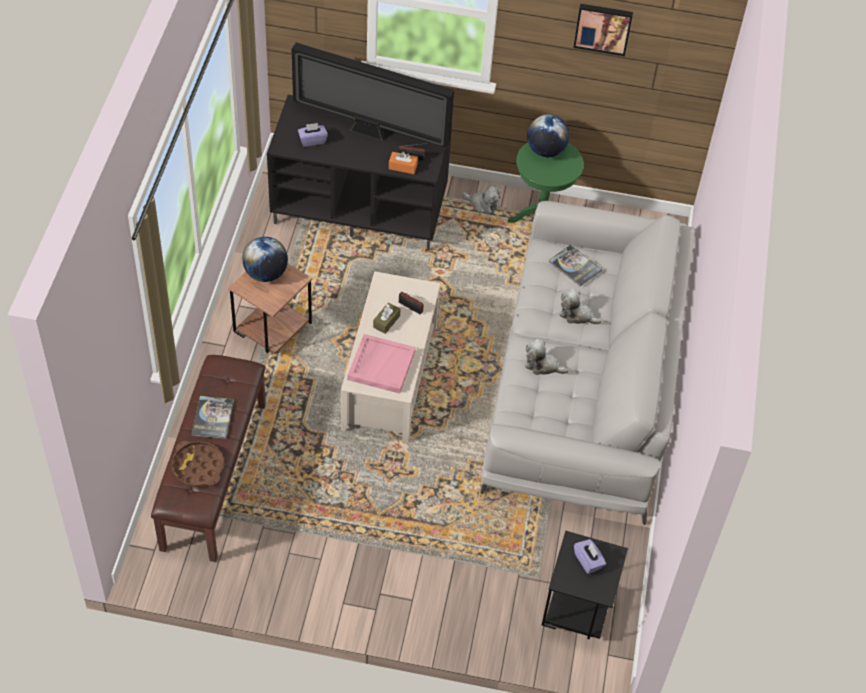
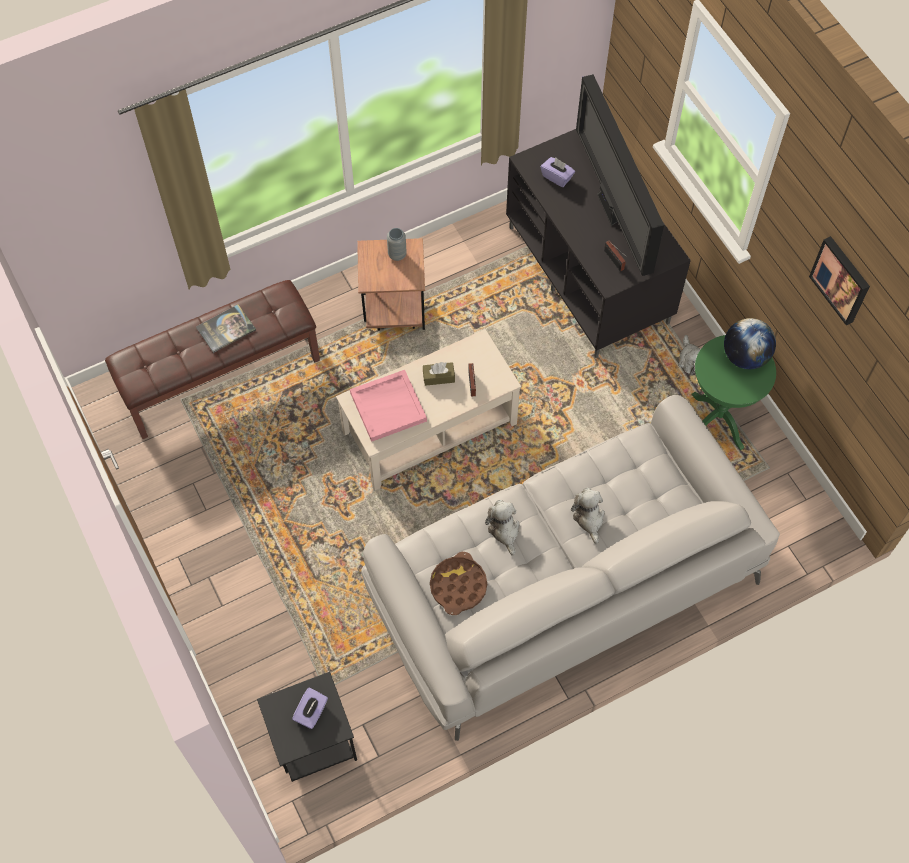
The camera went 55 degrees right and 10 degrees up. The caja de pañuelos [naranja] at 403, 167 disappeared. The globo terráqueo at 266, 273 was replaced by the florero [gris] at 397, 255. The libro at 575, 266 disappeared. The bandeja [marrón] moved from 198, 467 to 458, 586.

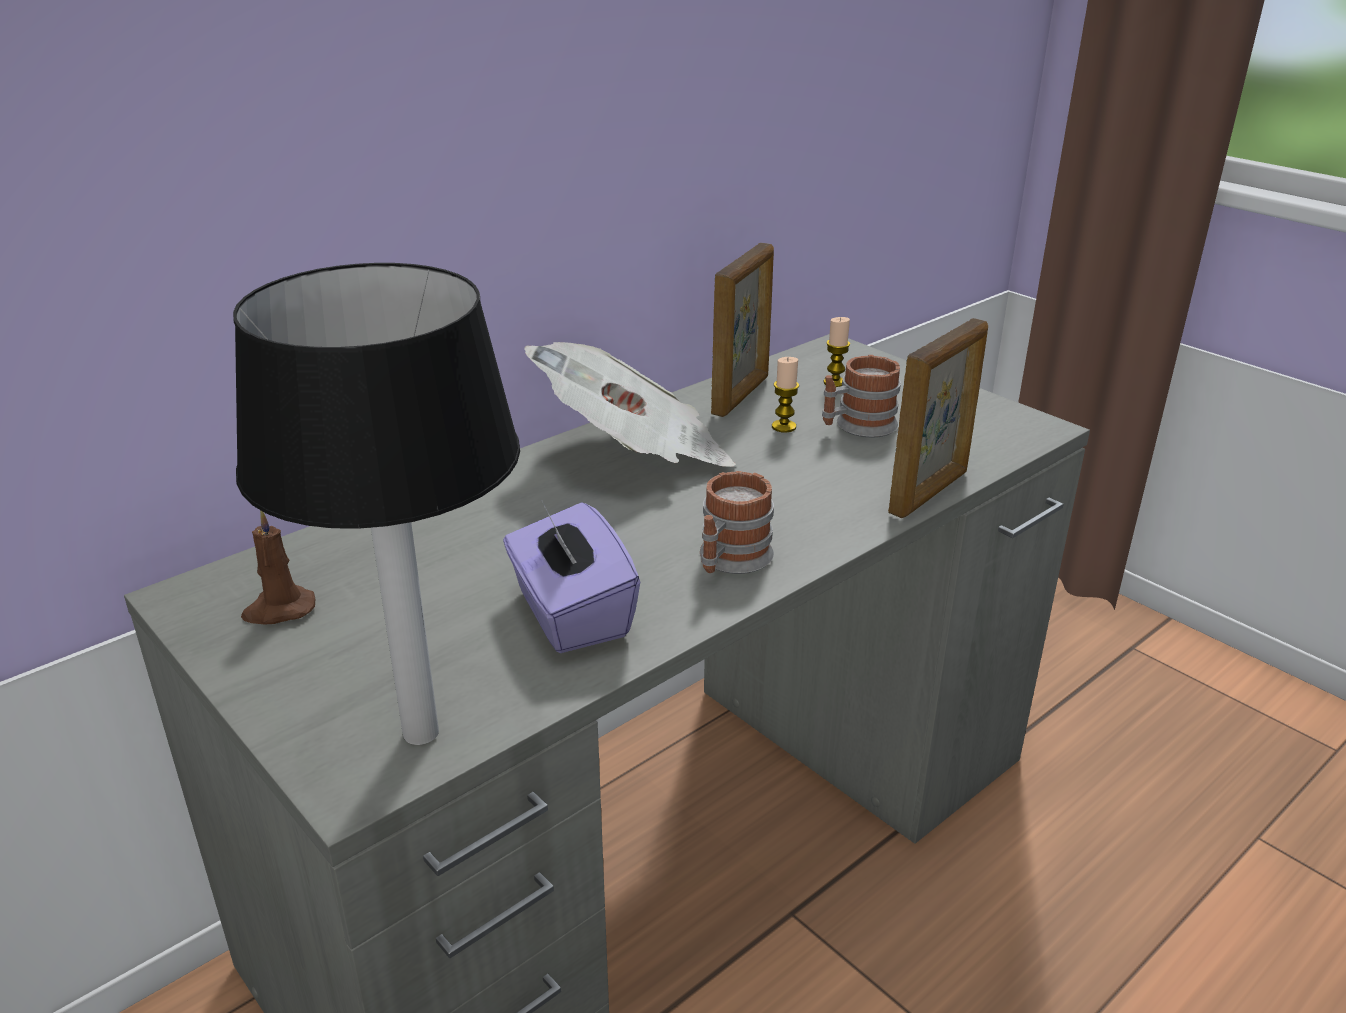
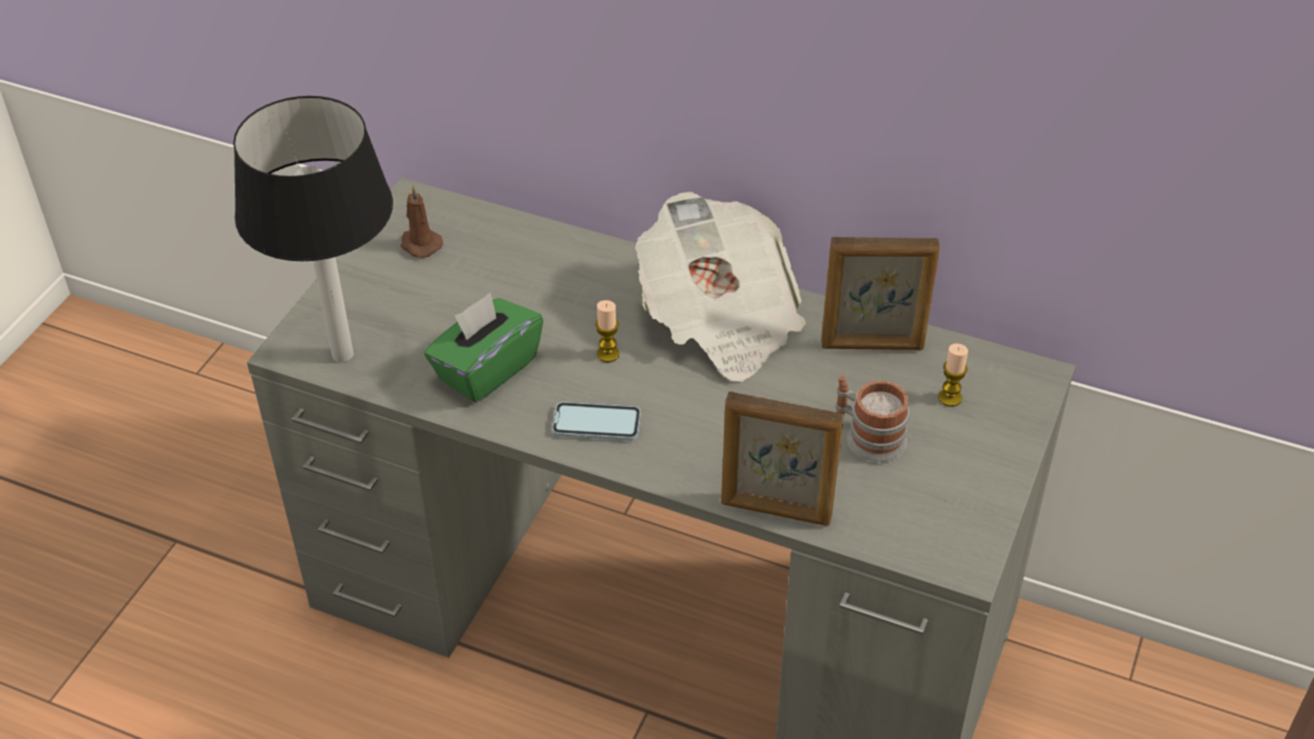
The camera went 65 degrees right and 15 degrees up. The vela moved from 783, 427 to 608, 354. The taza grande at 730, 561 was replaced by the móvil at 596, 424. The caja de pañuelos [morado] at 570, 614 became the caja de pañuelos [verde] at 486, 369.

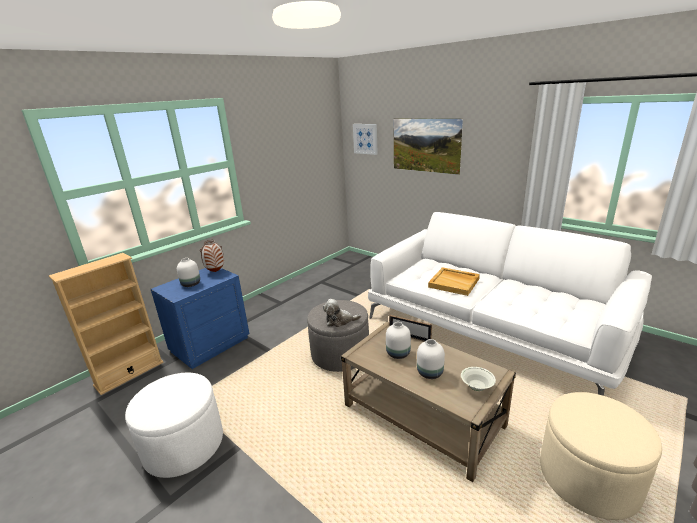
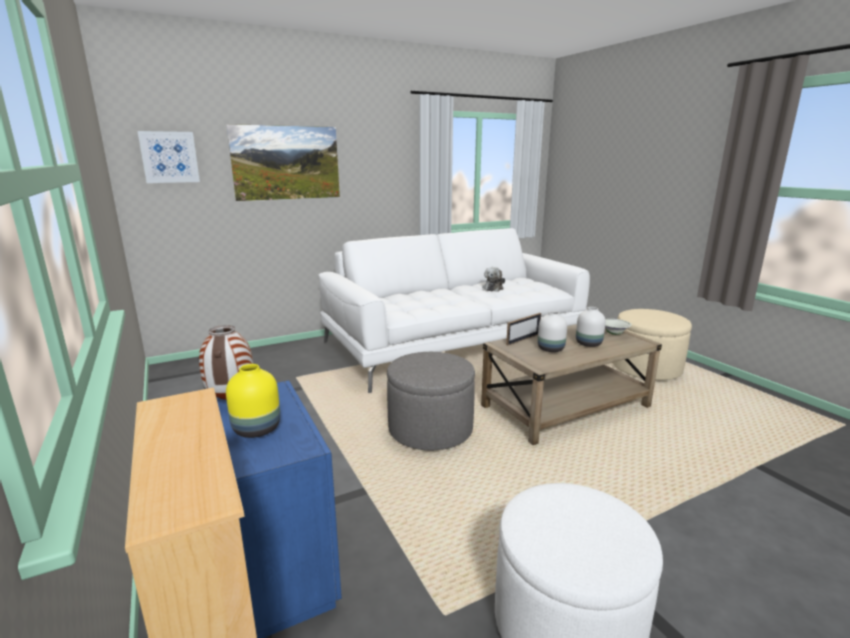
The camera went 70 degrees left and 5 degrees down. The florero [blanco] at 191, 284 became the florero [amarillo] at 258, 429. The bandeja [beis] at 454, 283 disappeared. The peluche moved from 340, 321 to 493, 288.

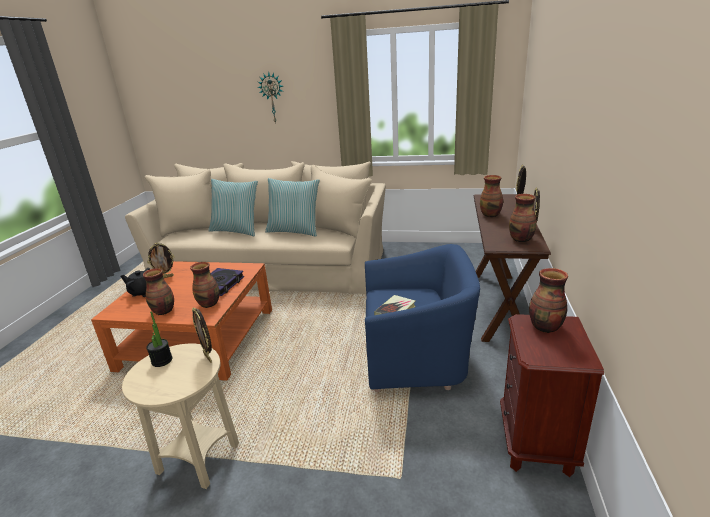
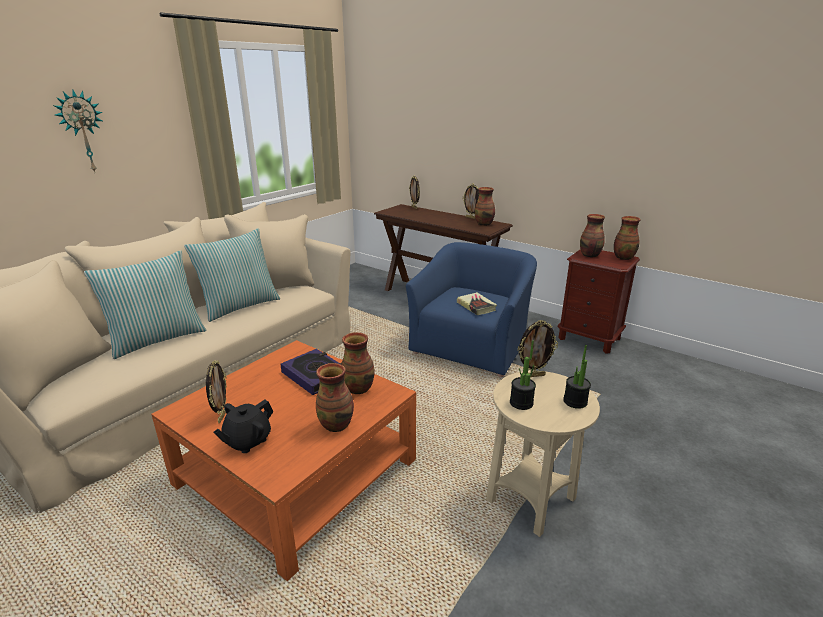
The camera went 65 degrees left and 0 degrees up. The florero moved from 490, 215 to 623, 257. The planta en maceta at 575, 401 appeared.

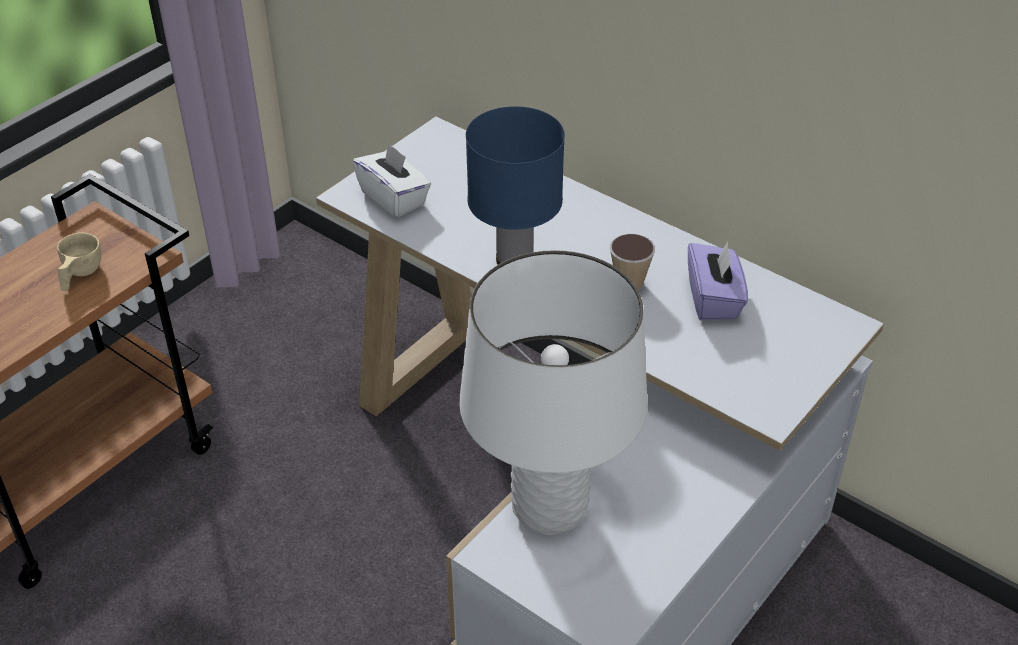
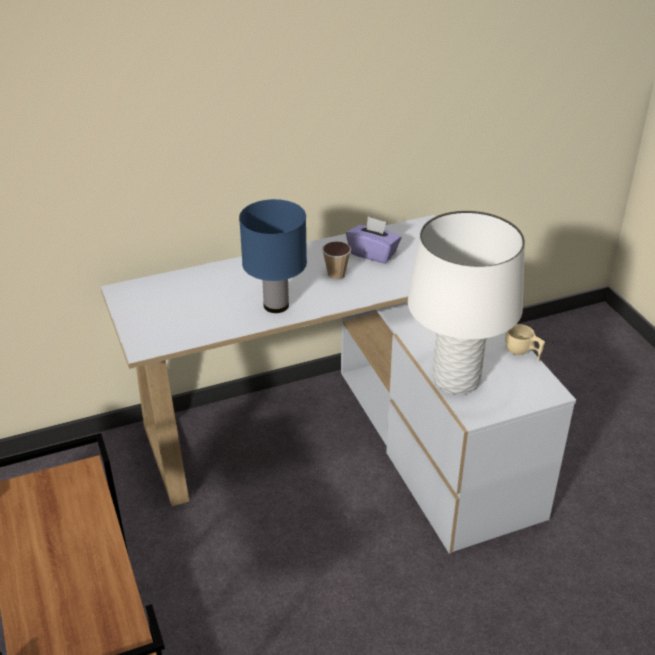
The camera went 60 degrees left and 5 degrees down. The caja de pañuelos [blanco] at 394, 198 disappeared. The taza [beis] moved from 79, 275 to 522, 353.

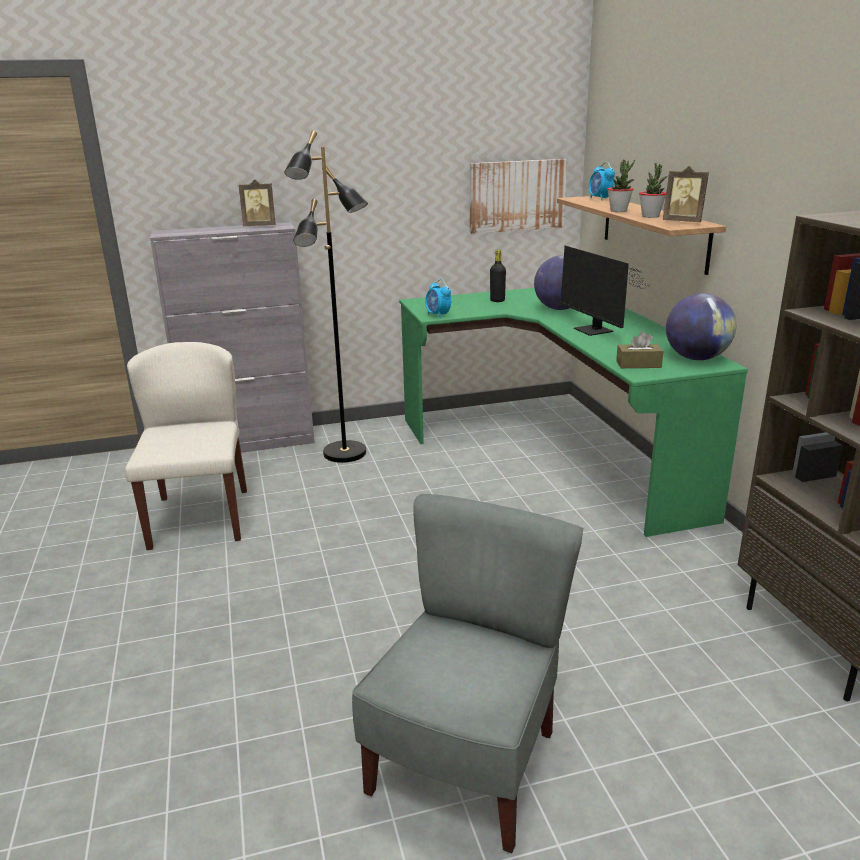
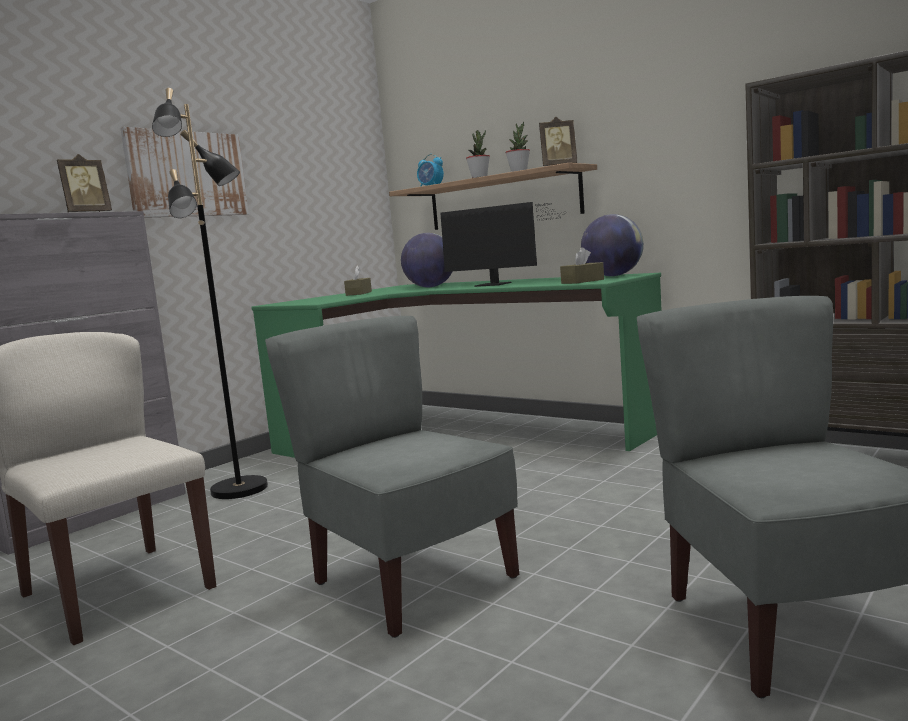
The camera went 35 degrees left and 15 degrees down. The cuadro moved from 517, 196 to 187, 174. The botella [negro] at 497, 300 was replaced by the caja de pañuelos [marrón] at 359, 293. The despertador at 438, 315 disappeared. The silla [gris] at 411, 582 appeared.

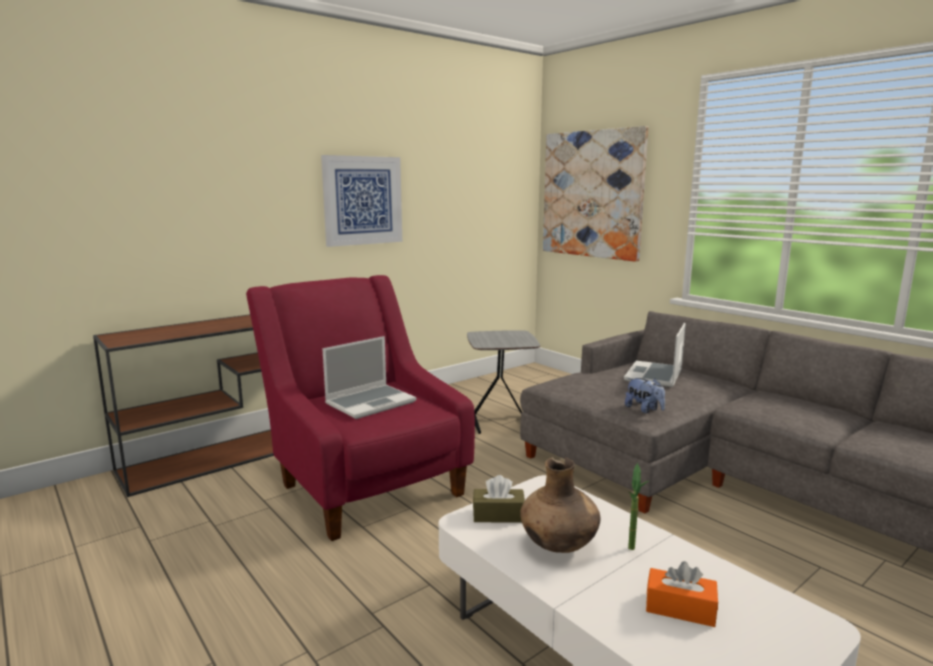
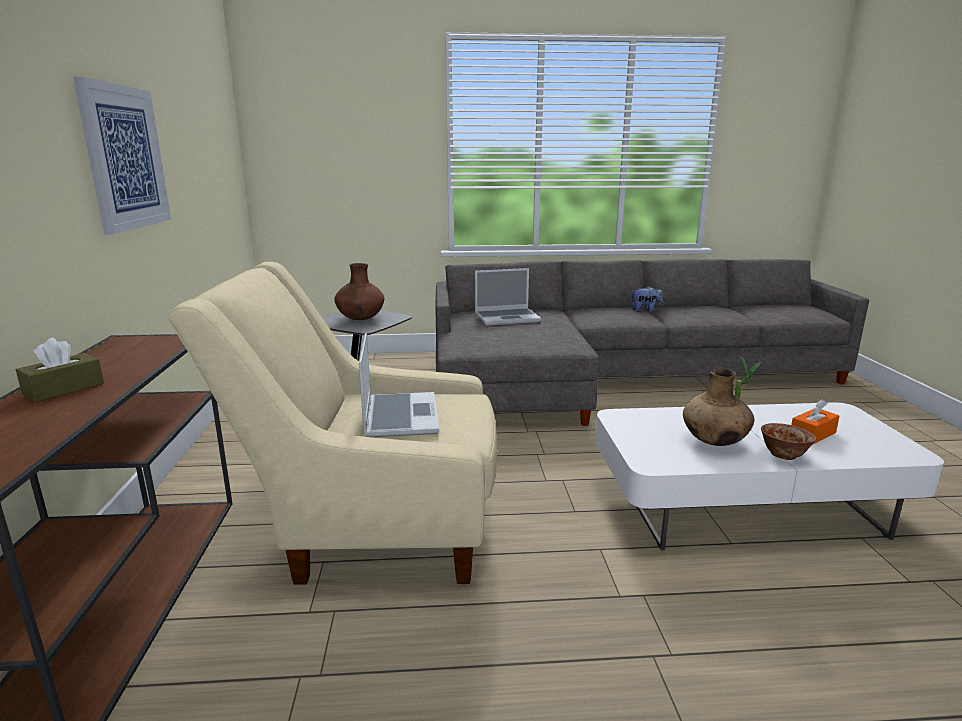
The camera went 55 degrees left and 5 degrees up. The cuadro at 592, 194 disappeared. The sillón [rojo] at 365, 483 became the sillón [beis] at 372, 525. The portátil at 654, 376 turned 75 degrees counterclockwise. The peluche moved from 644, 409 to 645, 310. The caja de pañuelos [marrón] moved from 498, 515 to 64, 389. The florero [marrón] at 360, 319 appeared. The cuenco at 783, 455 appeared.

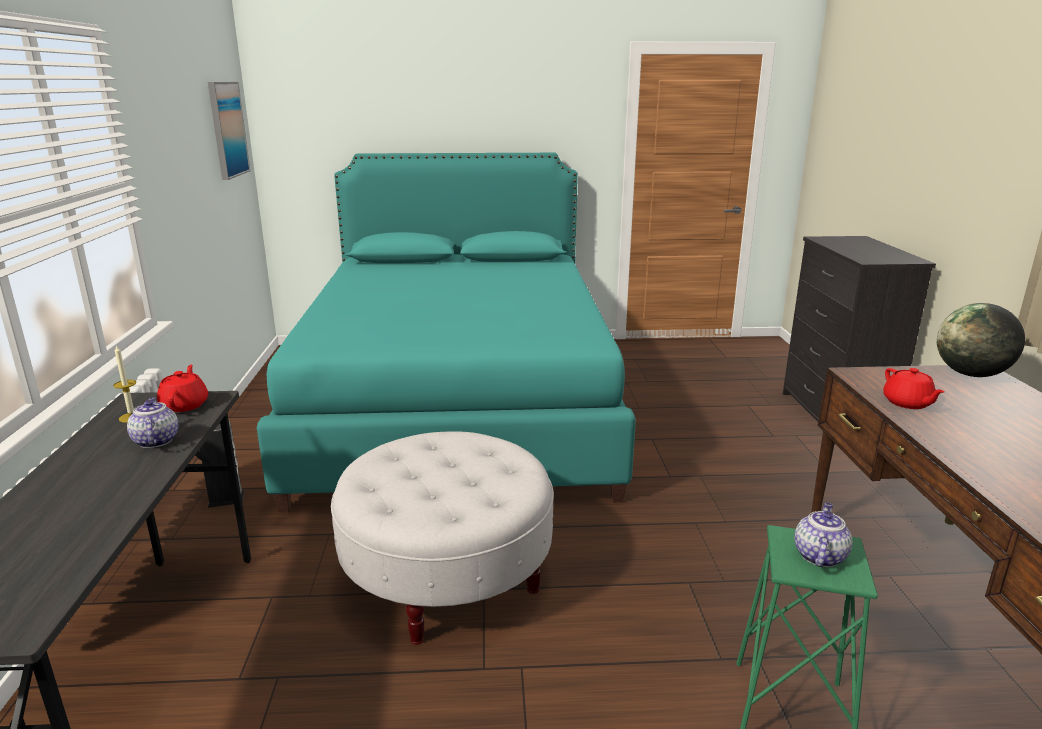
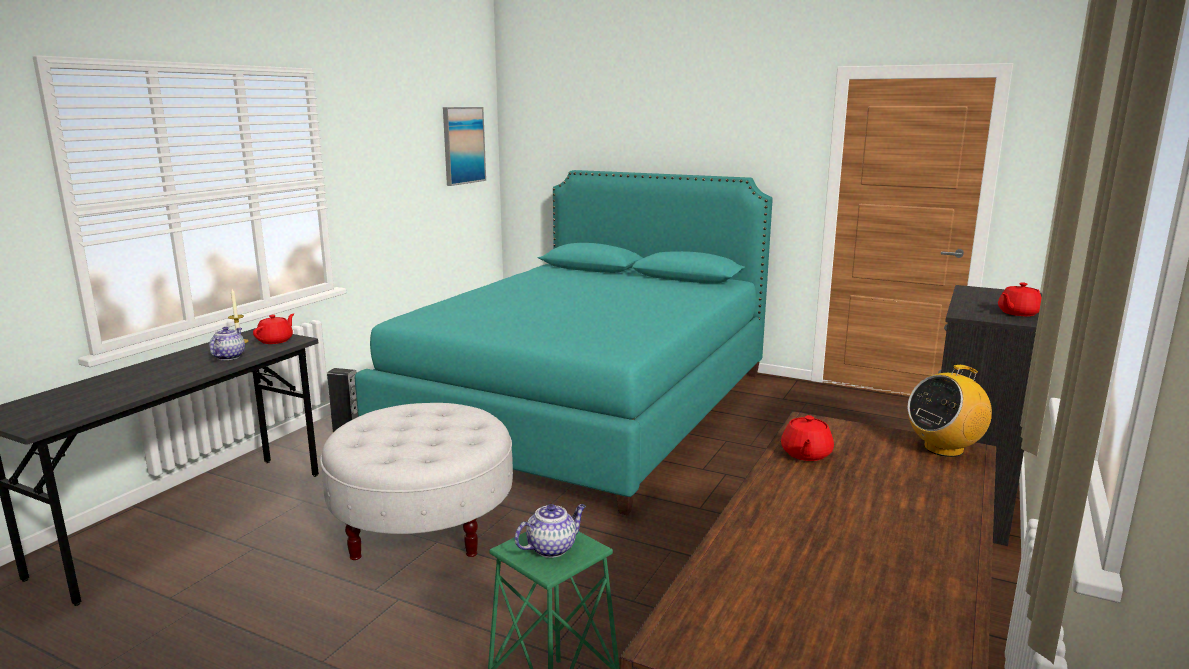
The camera went 30 degrees right and 5 degrees down. The globo terráqueo at 971, 374 was replaced by the radio at 944, 448. The tetera [rojo] at 1017, 313 appeared.

